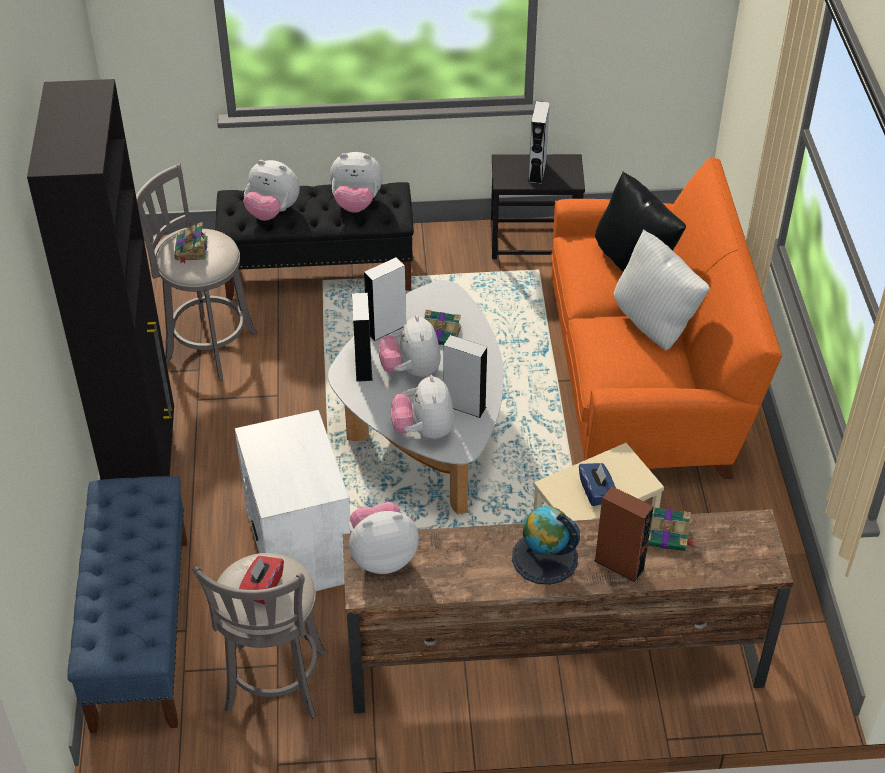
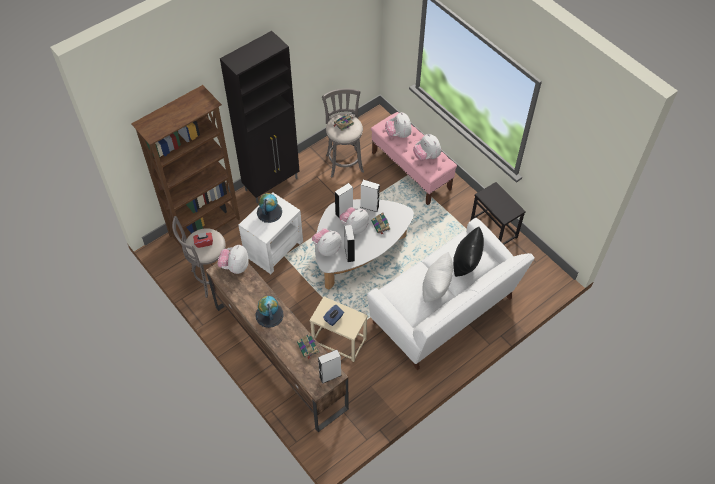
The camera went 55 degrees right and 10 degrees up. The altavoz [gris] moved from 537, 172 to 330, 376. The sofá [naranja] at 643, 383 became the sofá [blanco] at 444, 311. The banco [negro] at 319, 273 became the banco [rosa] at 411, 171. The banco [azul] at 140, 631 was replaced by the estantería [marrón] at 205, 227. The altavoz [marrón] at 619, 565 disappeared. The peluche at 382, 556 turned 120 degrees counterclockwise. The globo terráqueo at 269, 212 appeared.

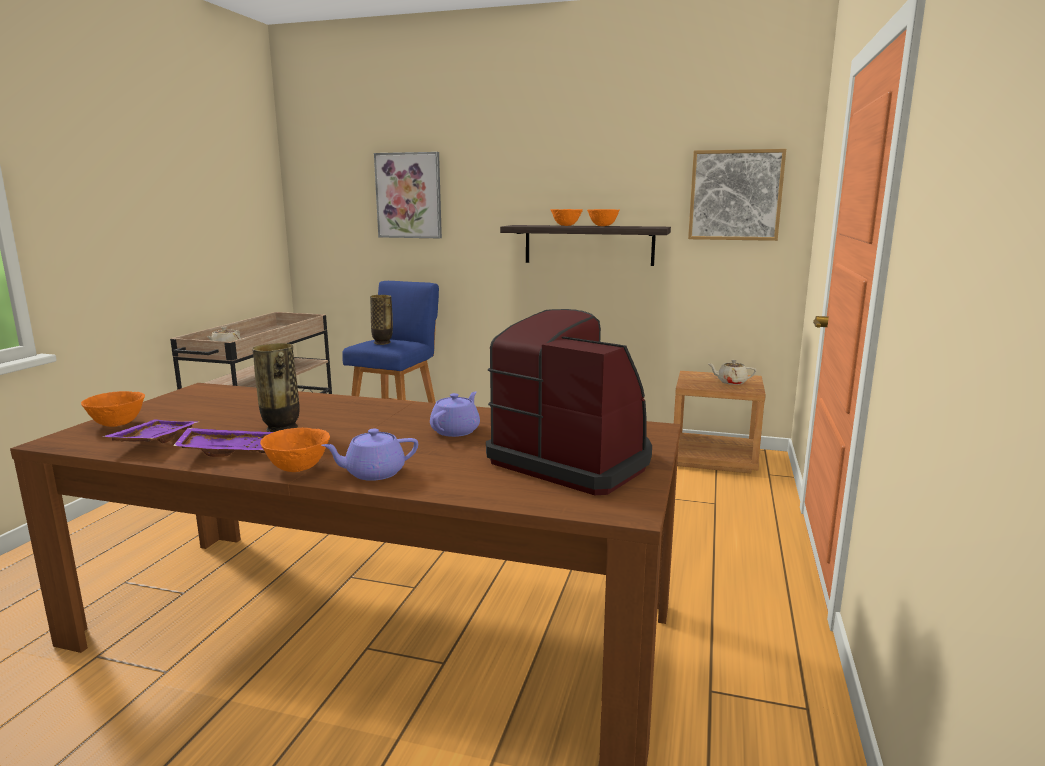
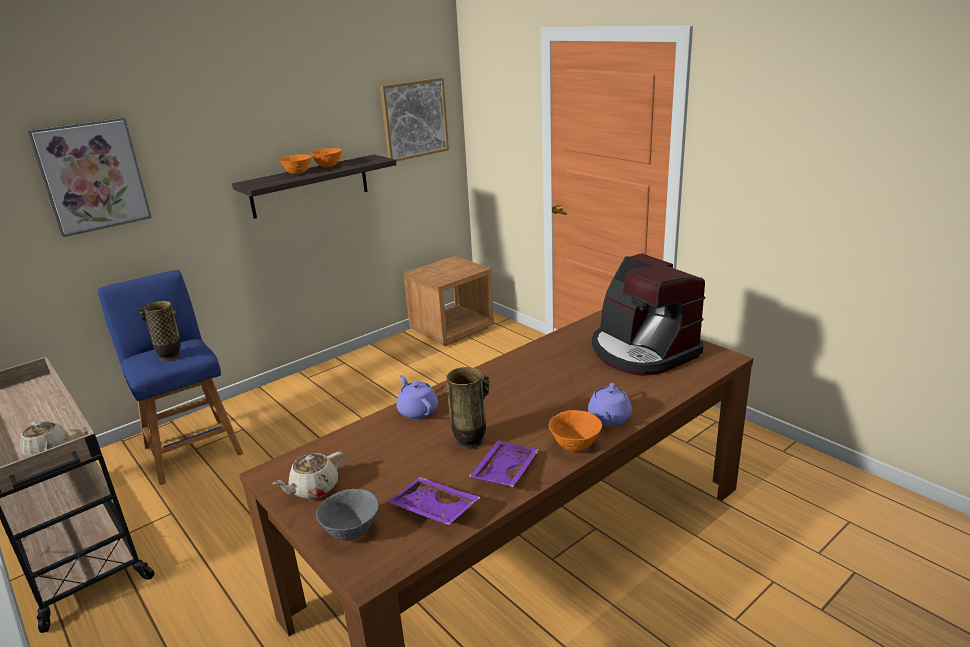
The camera went 55 degrees left and 10 degrees up. The cafetera at 573, 460 turned 105 degrees counterclockwise. The tetera [beis] moved from 731, 382 to 313, 489. The cuenco [naranja] at 117, 424 became the cuenco [gris] at 352, 532. The tetera [morado] moved from 456, 431 to 417, 410.

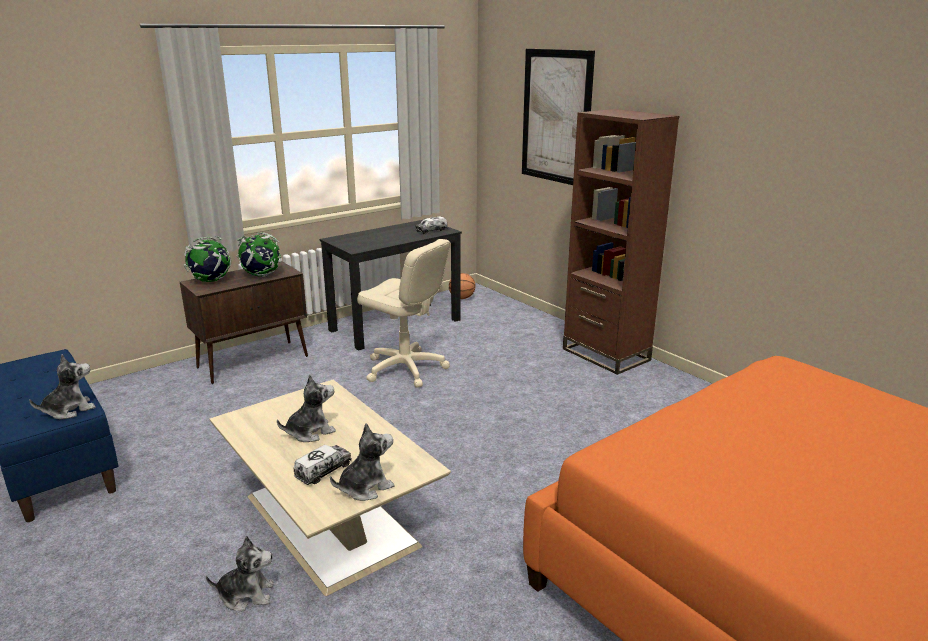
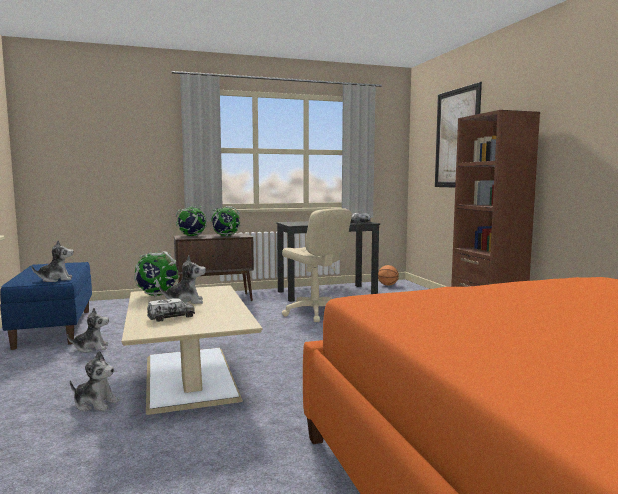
The camera went 20 degrees right and 15 degrees down. The peluche moved from 365, 487 to 91, 348. The globo terráqueo at 157, 295 appeared.

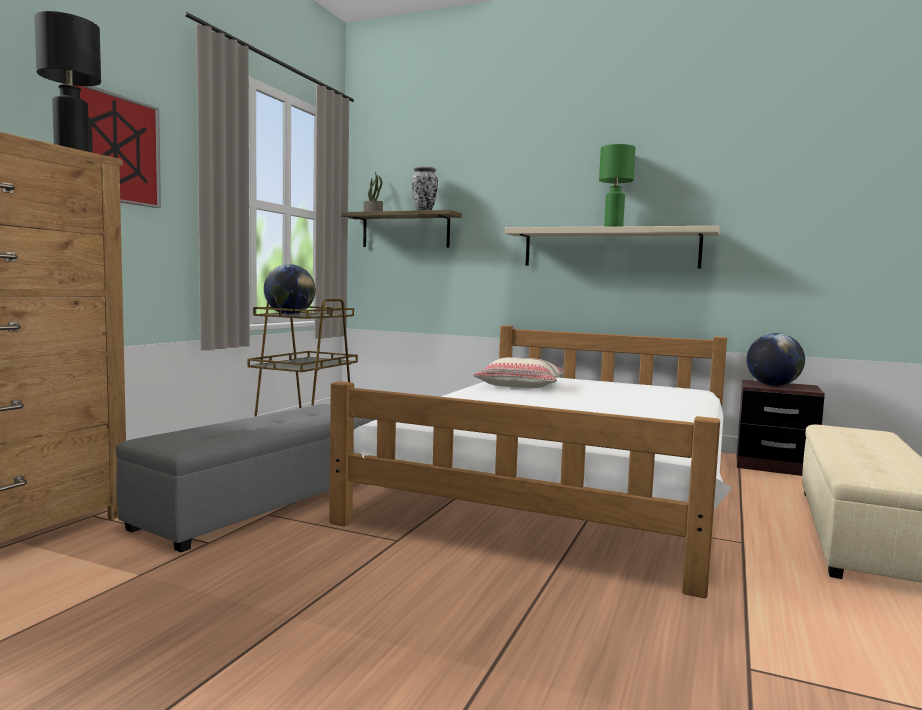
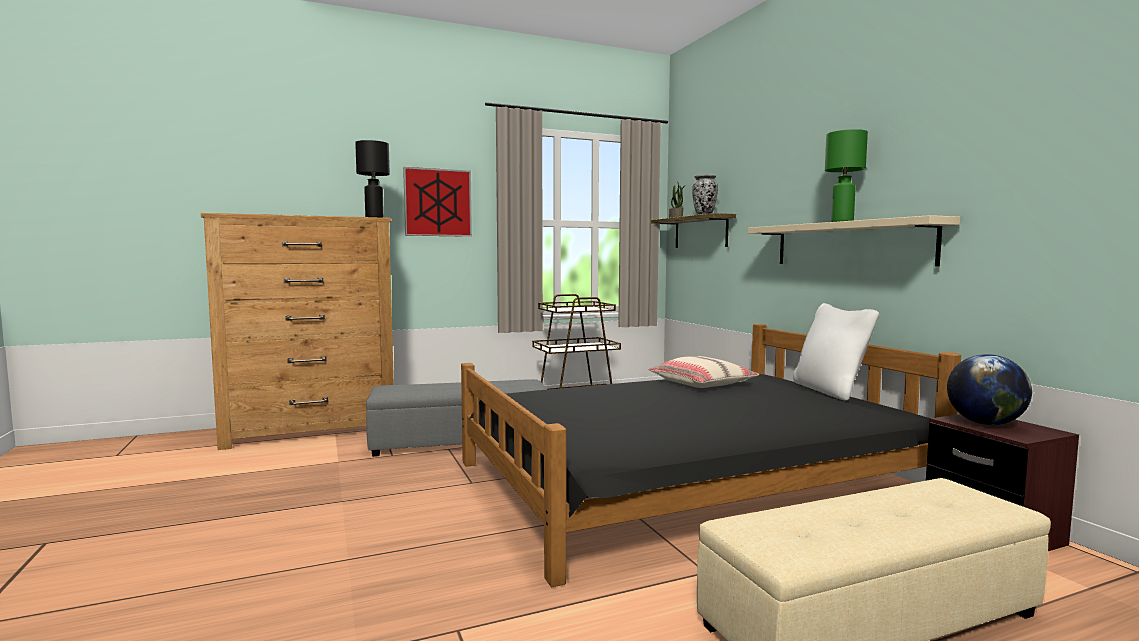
The camera went 45 degrees right and 0 degrees up. The globo terráqueo at 289, 314 disappeared. The cama [blanco] at 565, 482 became the cama [negro] at 686, 480. The cojín [blanco] at 830, 391 appeared.

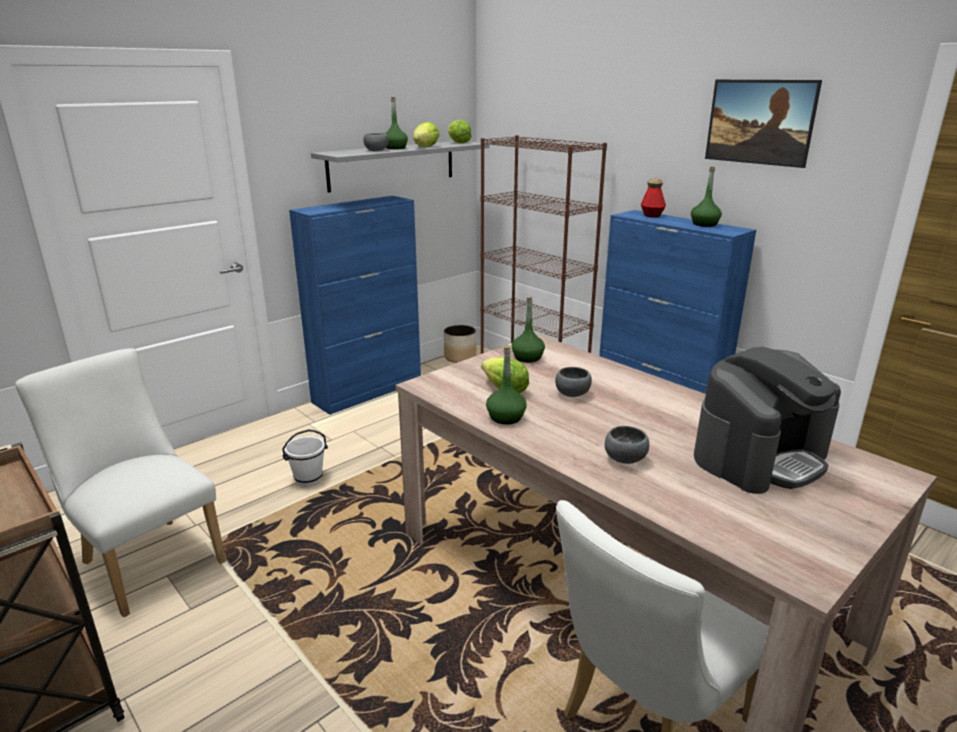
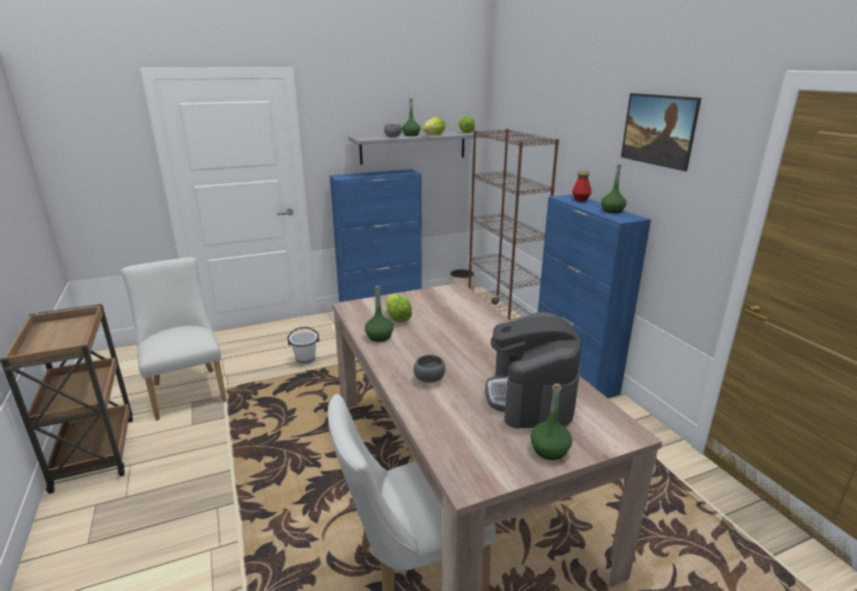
The camera went 20 degrees right and 0 degrees up. The botella [verde] moved from 527, 357 to 549, 450. The cafetera at 760, 456 turned 105 degrees clockwise. The cuenco [gris] at 573, 394 disappeared.

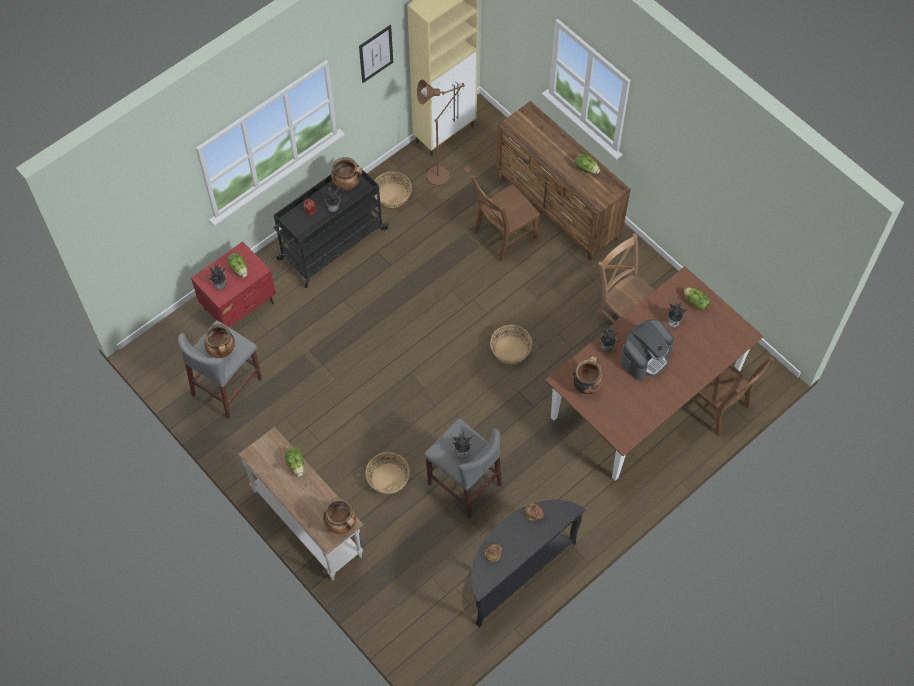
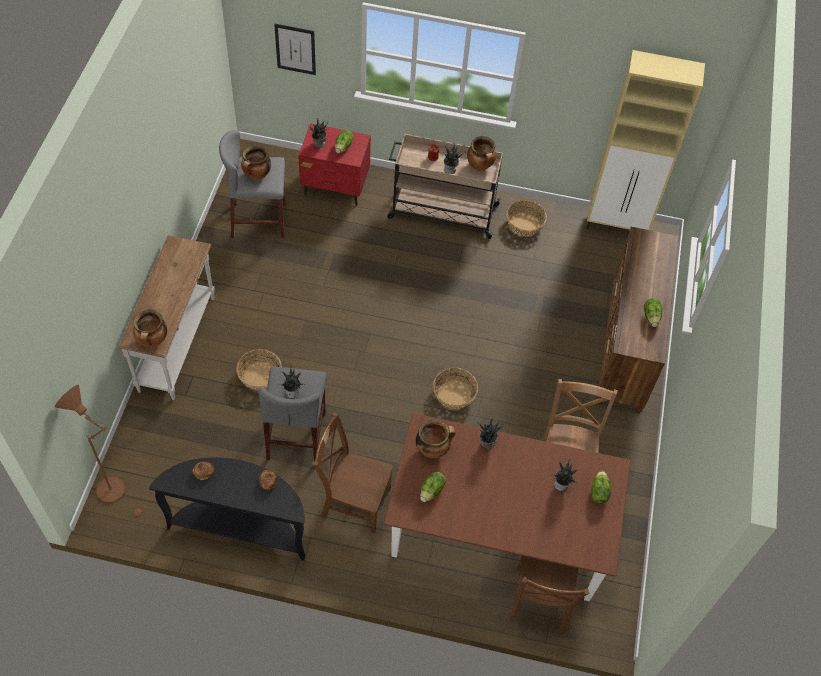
The camera went 50 degrees right and 5 degrees down. The cuadro moved from 376, 53 to 295, 49. The lámpara de pie [marrón] moved from 442, 174 to 116, 493. The carrito [negro] at 331, 245 became the carrito [beis] at 442, 211. The silla [marrón] moved from 503, 236 to 353, 500. The cafetera at 645, 357 disappeared. The lechuga moved from 296, 464 to 432, 491.

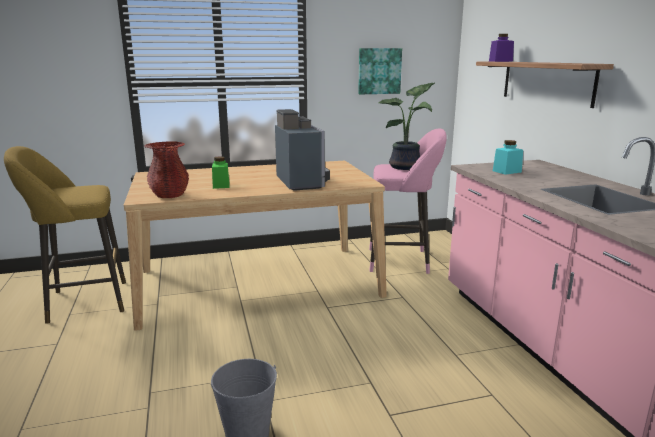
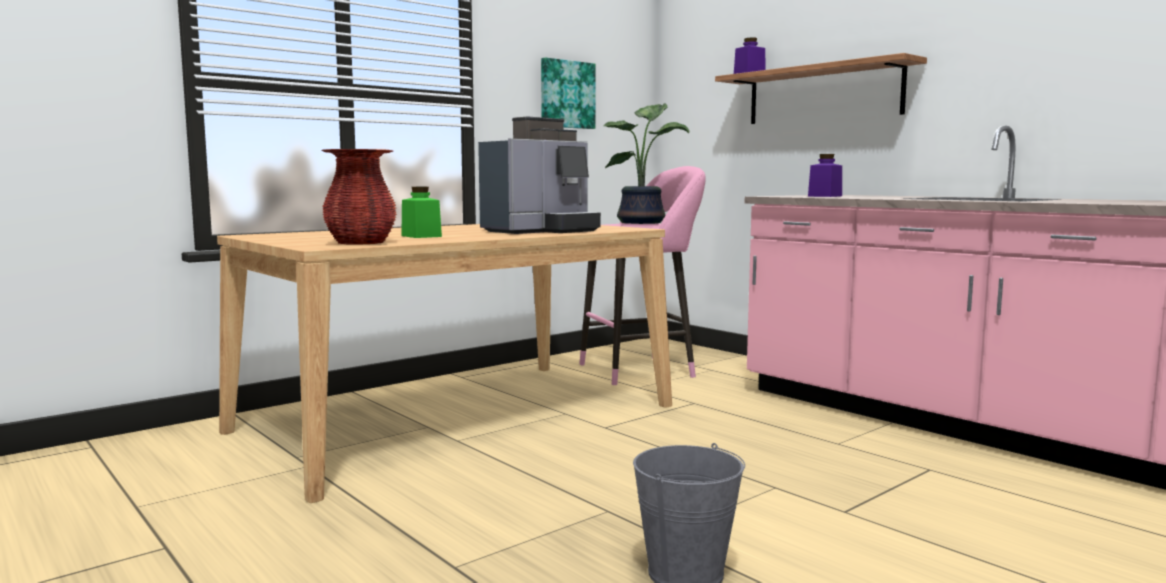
The camera went 25 degrees left and 10 degrees down. The cafetera at 303, 182 turned 90 degrees clockwise. The tarro [turquesa] at 507, 171 became the tarro [morado] at 825, 196. The taburete [amarillo] at 82, 302 disappeared.

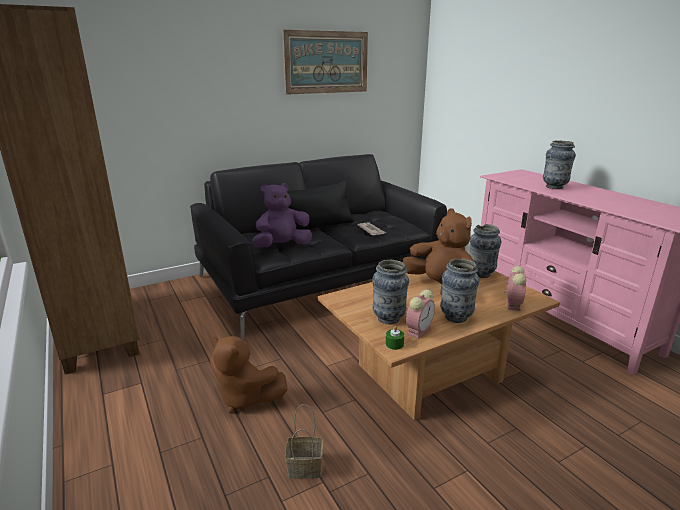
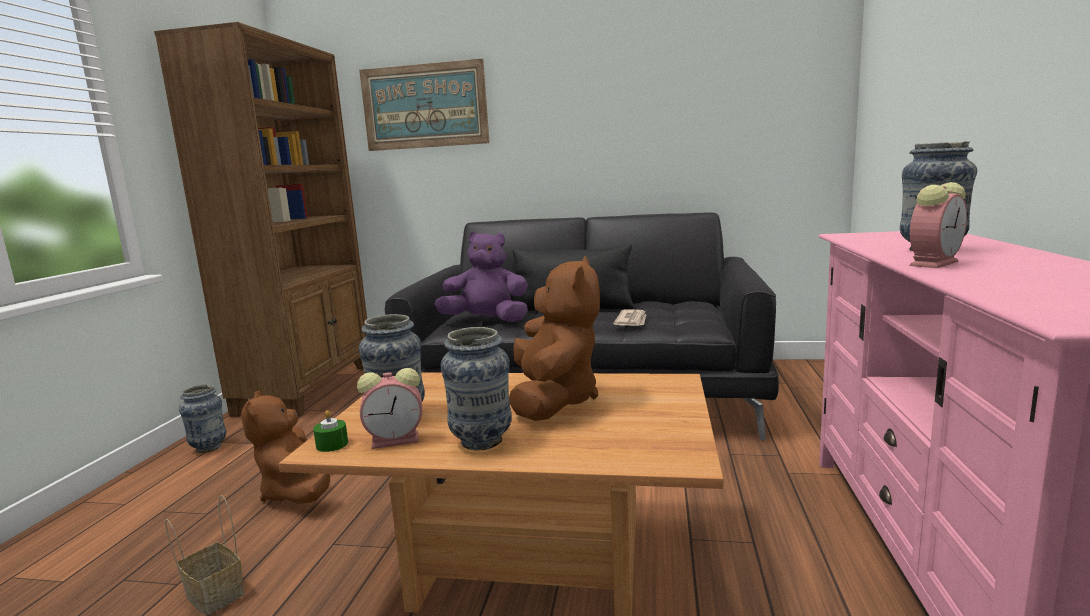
The camera went 40 degrees right and 10 degrees down. The cuadro moved from 326, 62 to 424, 106. The florero moved from 481, 274 to 209, 448. The despertador moved from 512, 304 to 934, 263.

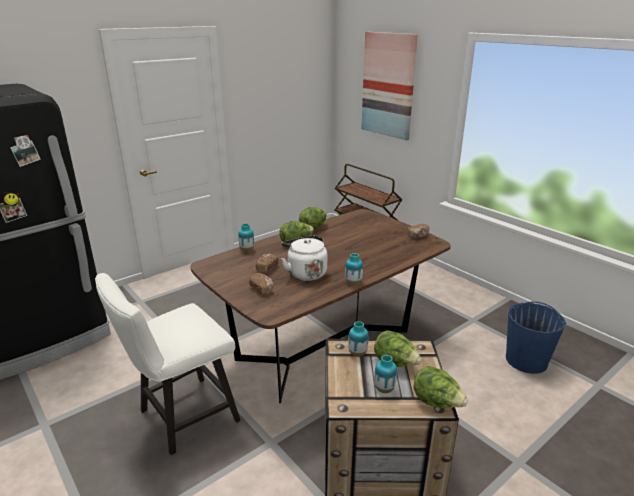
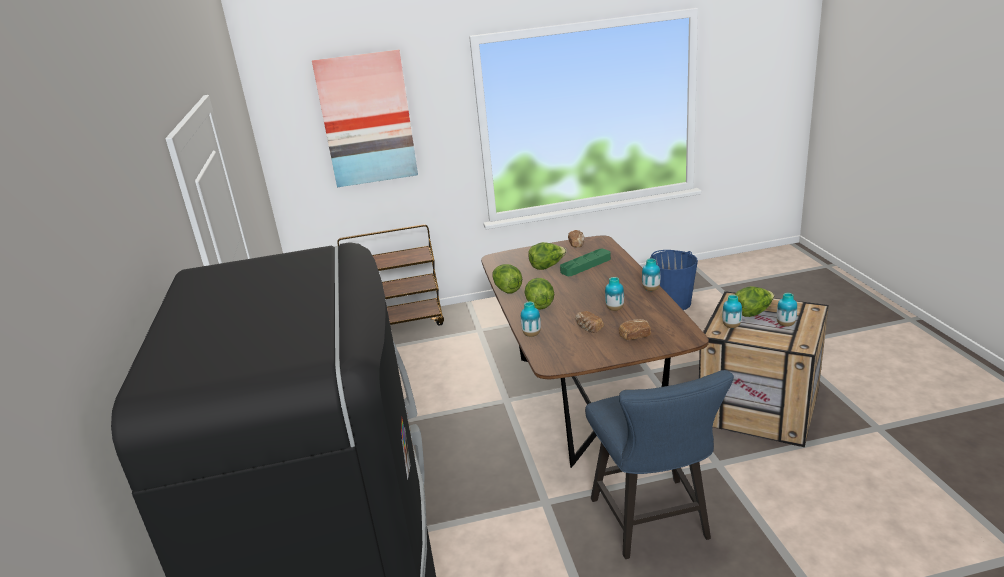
The camera went 60 degrees left and 0 degrees up. The hervidor [blanco] at 305, 273 was replaced by the florero at 614, 309. The silla [blanco] at 182, 418 became the silla [azul] at 654, 524. The lechuga moved from 437, 403 to 547, 267. The bandeja [verde] at 585, 265 appeared.

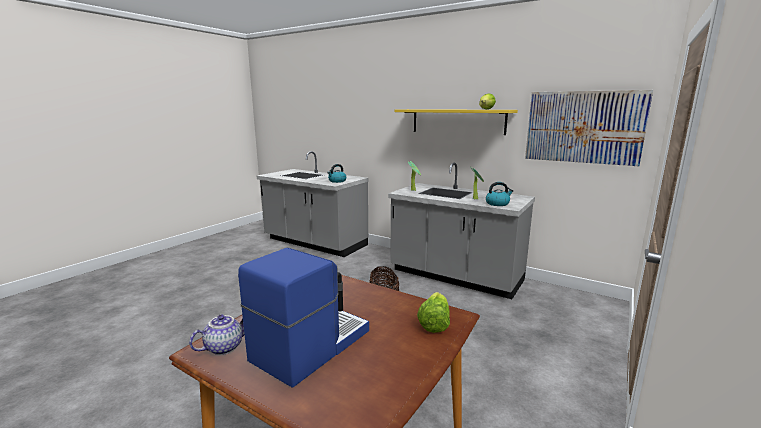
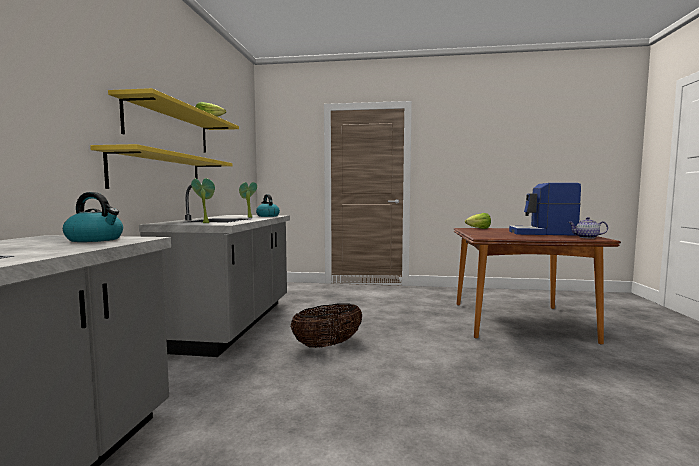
The camera went 115 degrees left and 10 degrees down. The cuadro at 583, 127 disappeared. The estante [amarillo] at 158, 173 appeared.

